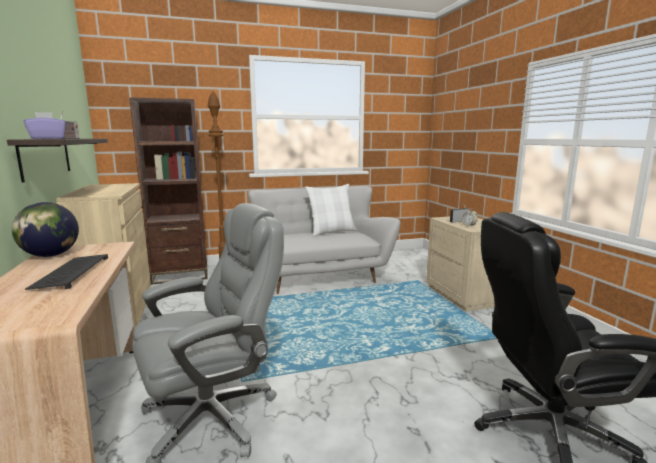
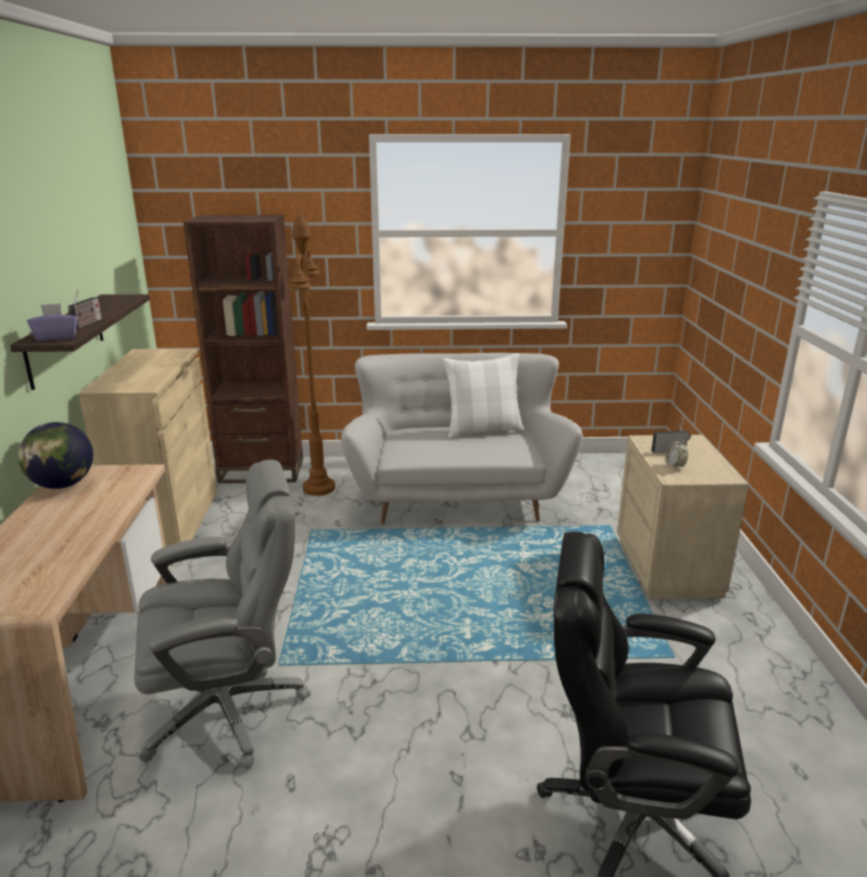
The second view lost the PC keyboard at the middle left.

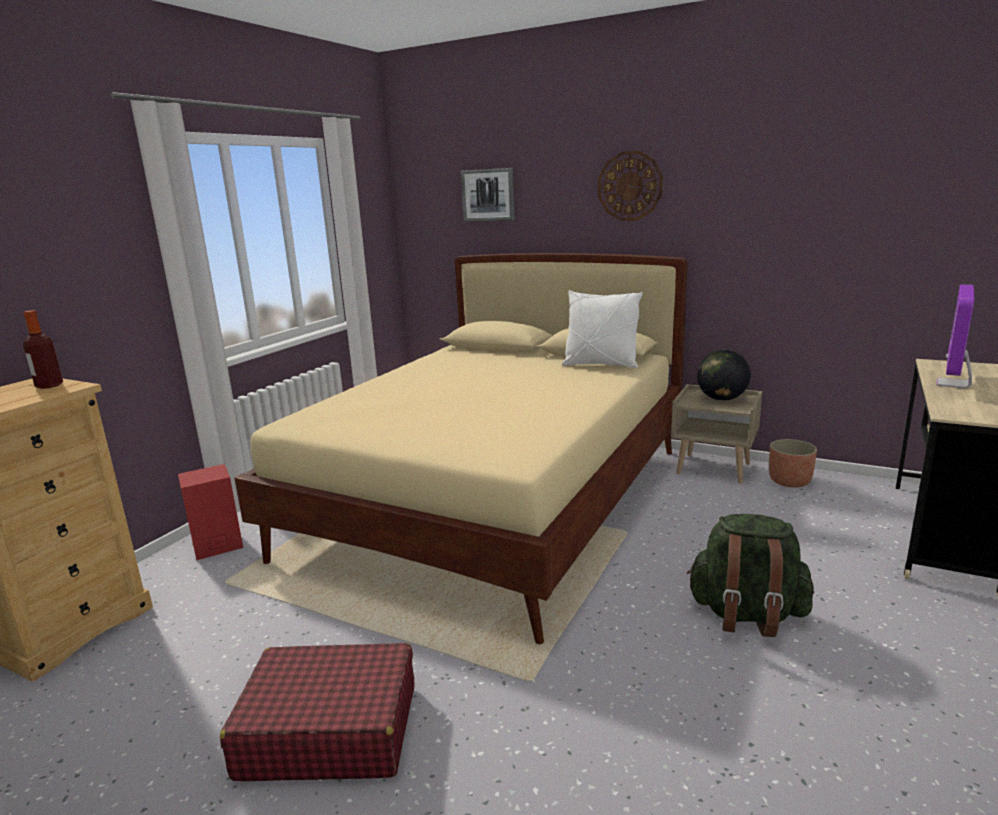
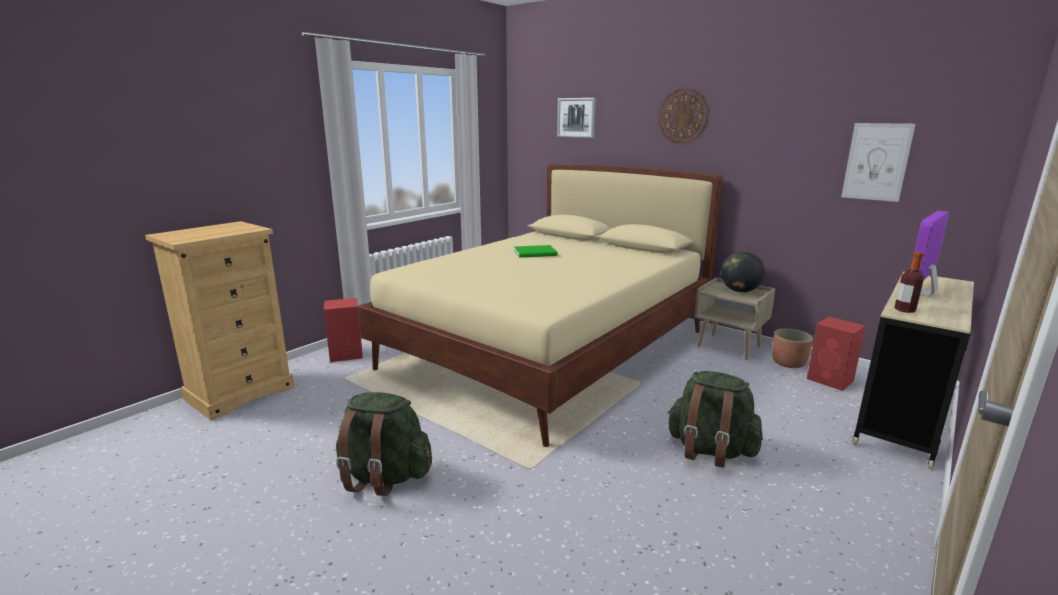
The bottle ended up elsewhere, having gone from the middle left to the middle right. Where the red travel case stood at the bottom left, the green-coloured knapsack (no. 1 from left) came to stand at the bottom centre. The second view lost the white pillow at the centre. The second view gained the green-coloured volume at the centre. The second view gained the red loudspeaker (no. 2 from left) at the middle right. The second view gained the picture (no. 2 from left) at the top right.

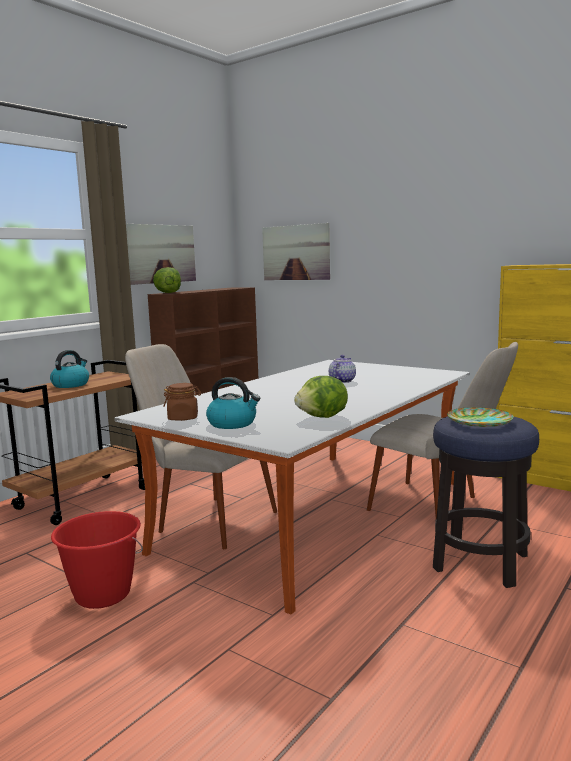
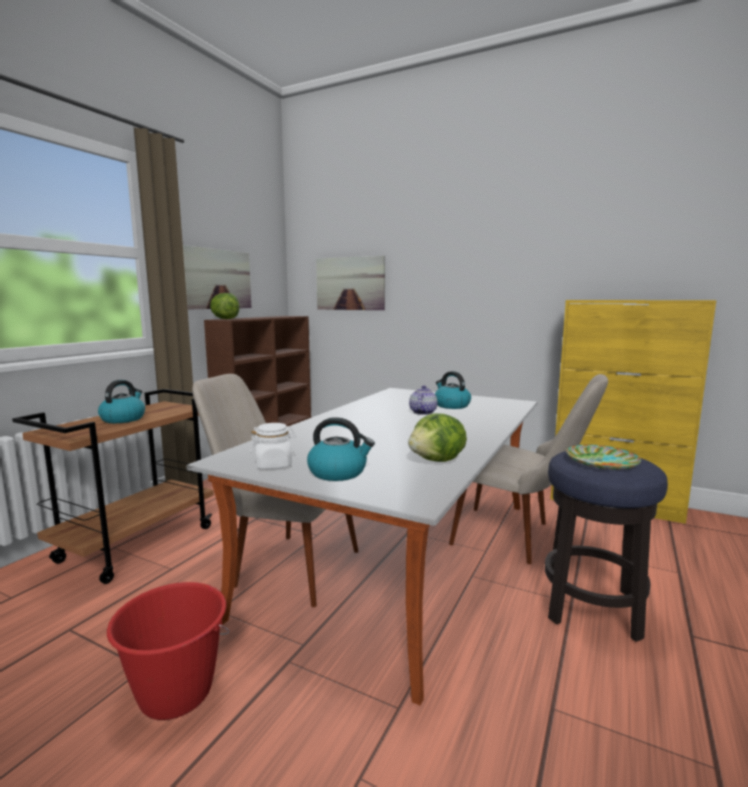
What was the brown-coloured storage jar at the middle left turned into the white storage jar at the centre. The second view gained the tea kettle (no. 3 from left) at the centre.

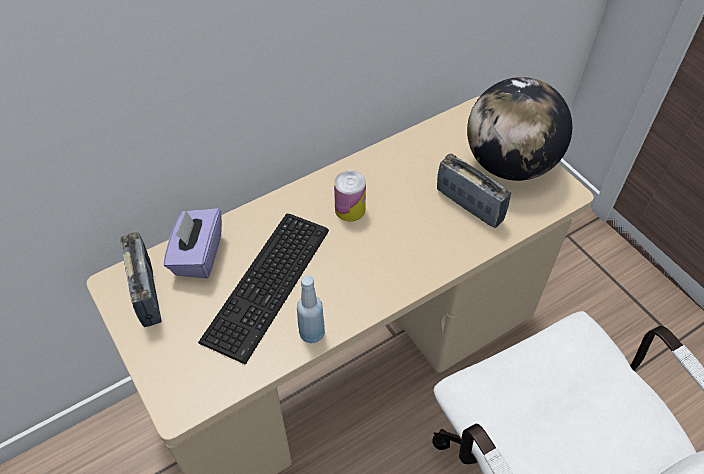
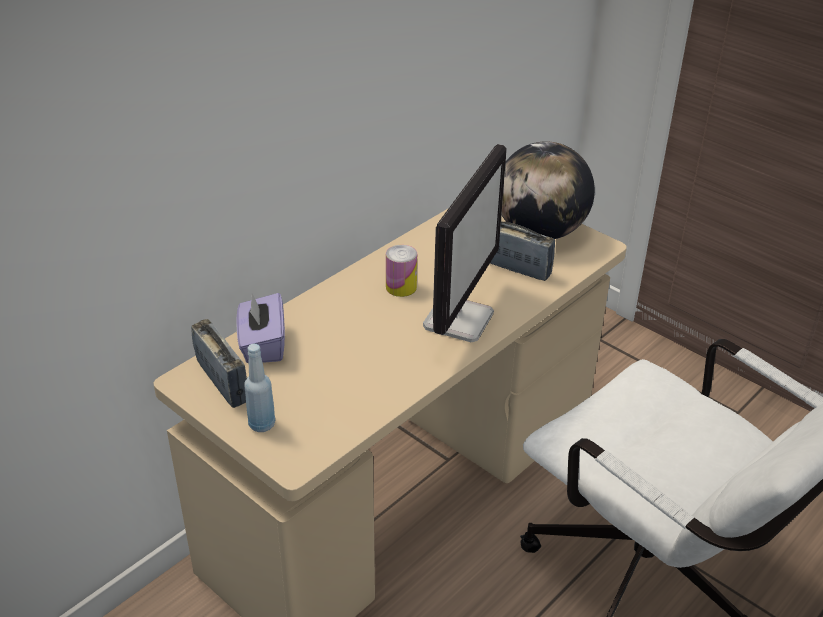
The second view lost the PC keyboard at the centre. The blue-coloured bottle ended up elsewhere, having gone from the centre to the middle left. The second view gained the computer display at the centre.

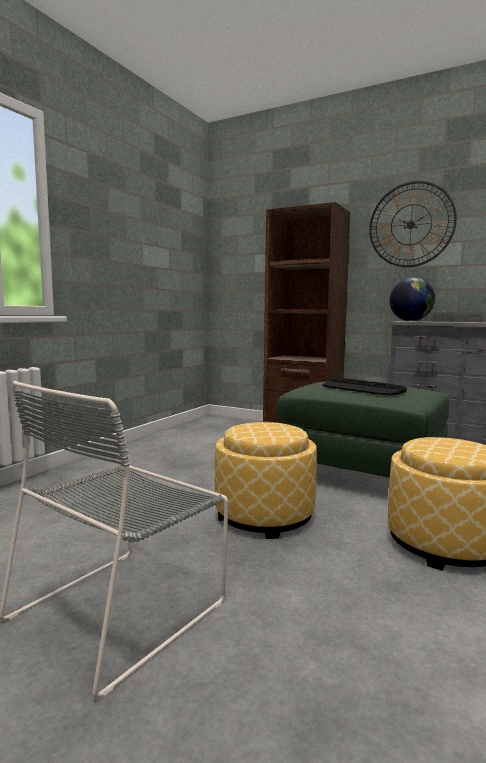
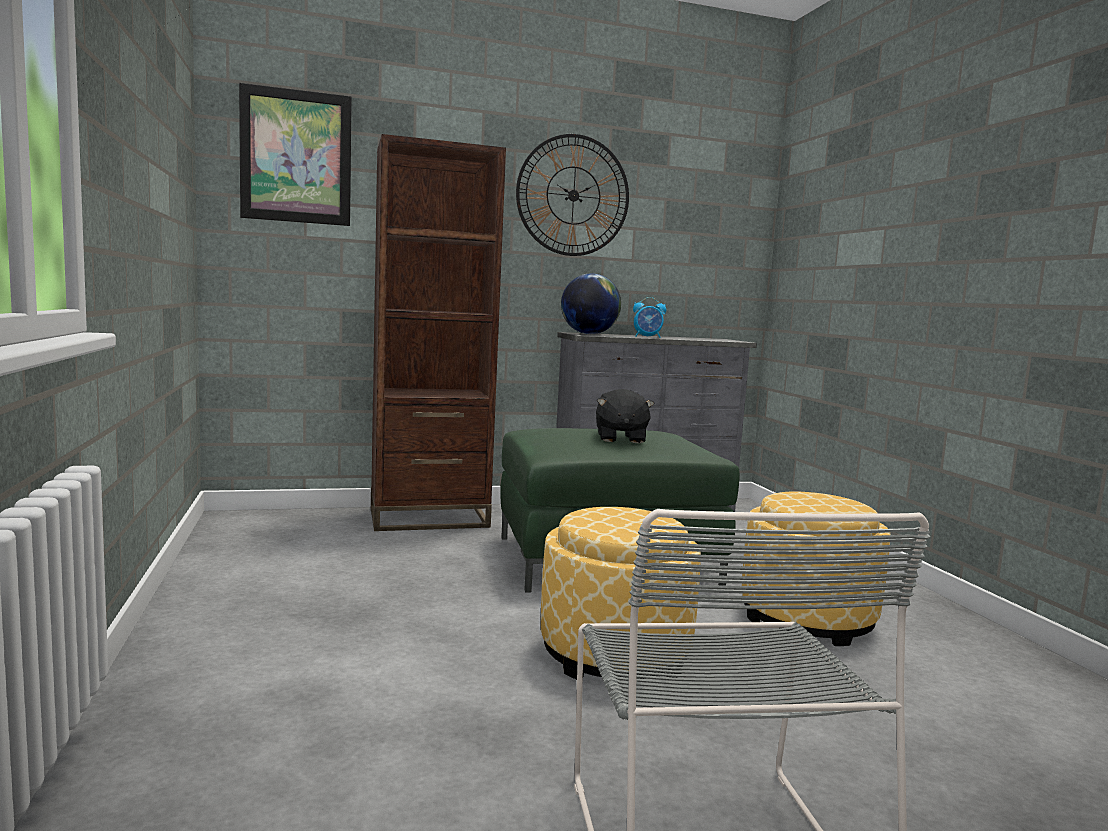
Where the PC keyboard stood at the middle right, the black-coloured soft toy came to stand at the centre. The second view gained the picture at the top left. The second view gained the alarm clock at the centre.

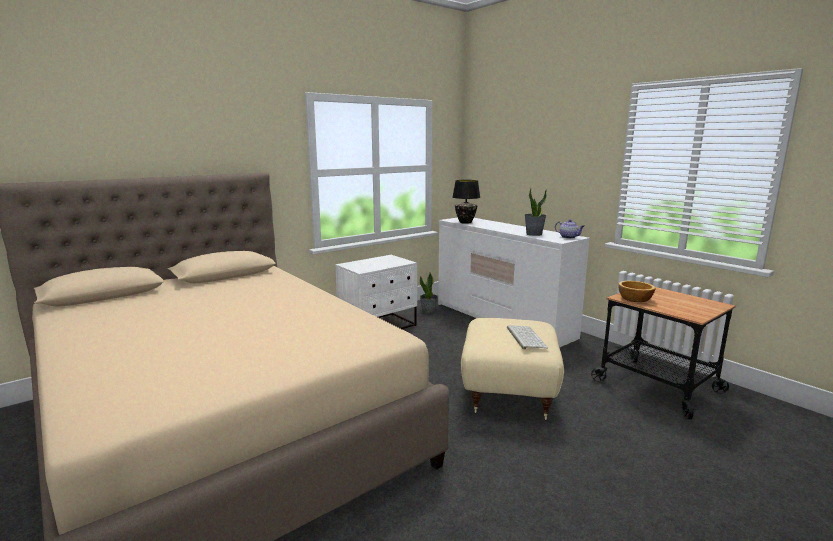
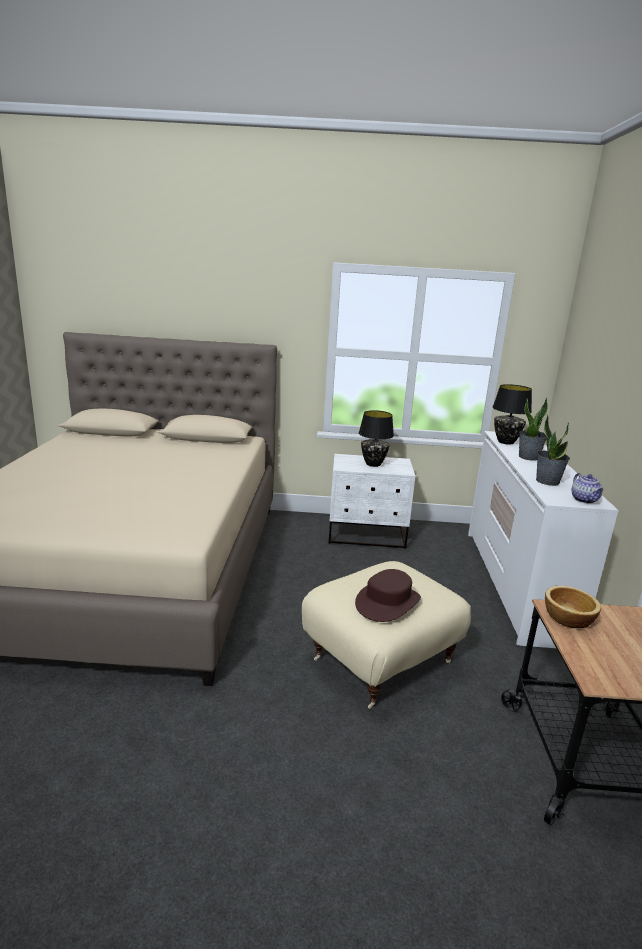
The plant in a pot (no. 1 from left) ended up elsewhere, having gone from the centre to the middle right. Where the PC keyboard stood at the centre, the brown-coloured wearable hat came to stand at the centre. The second view gained the black-coloured lamp for a table (no. 1 from left) at the centre.

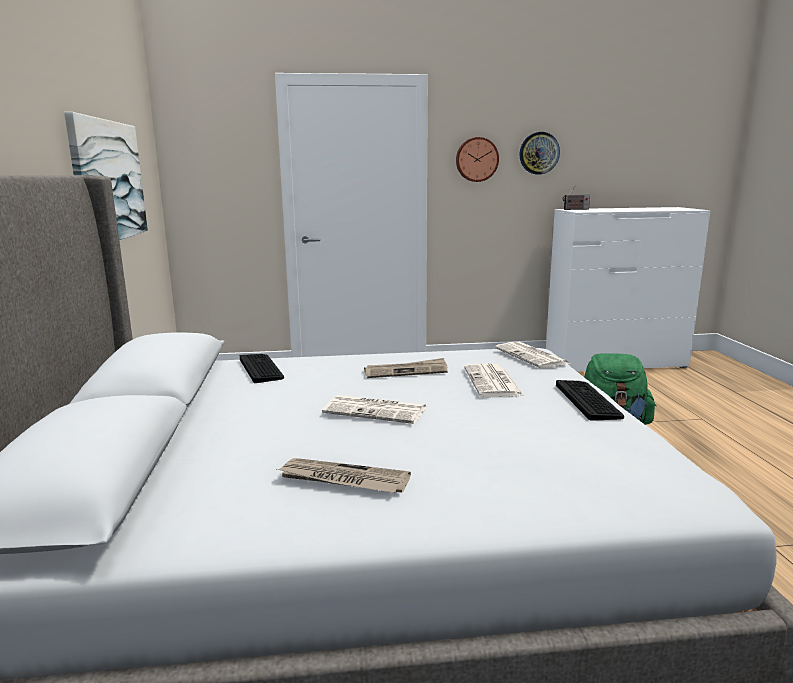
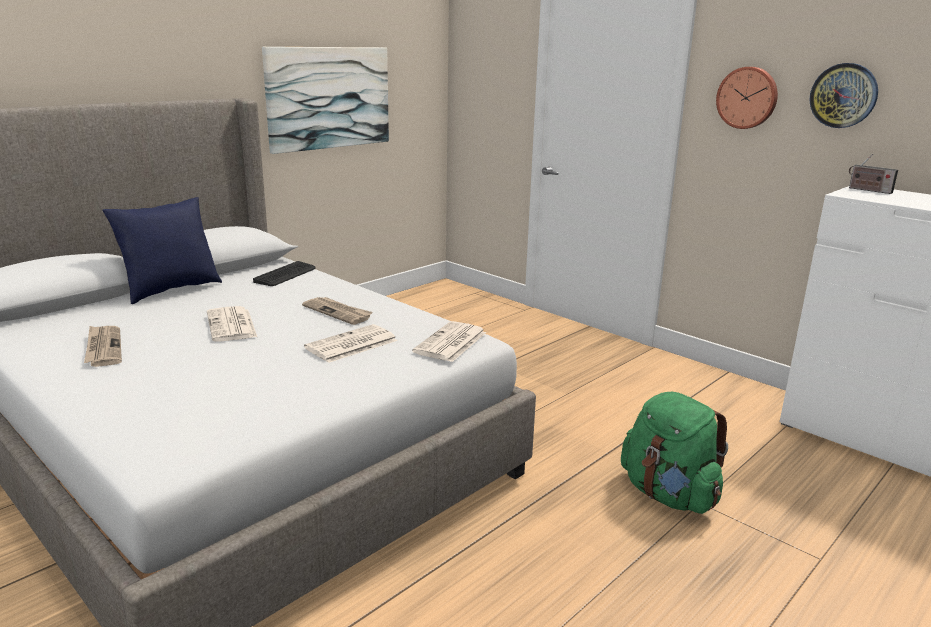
The second view lost the PC keyboard (no. 2 from left) at the middle right. The second view gained the blue-coloured pillow at the middle left.

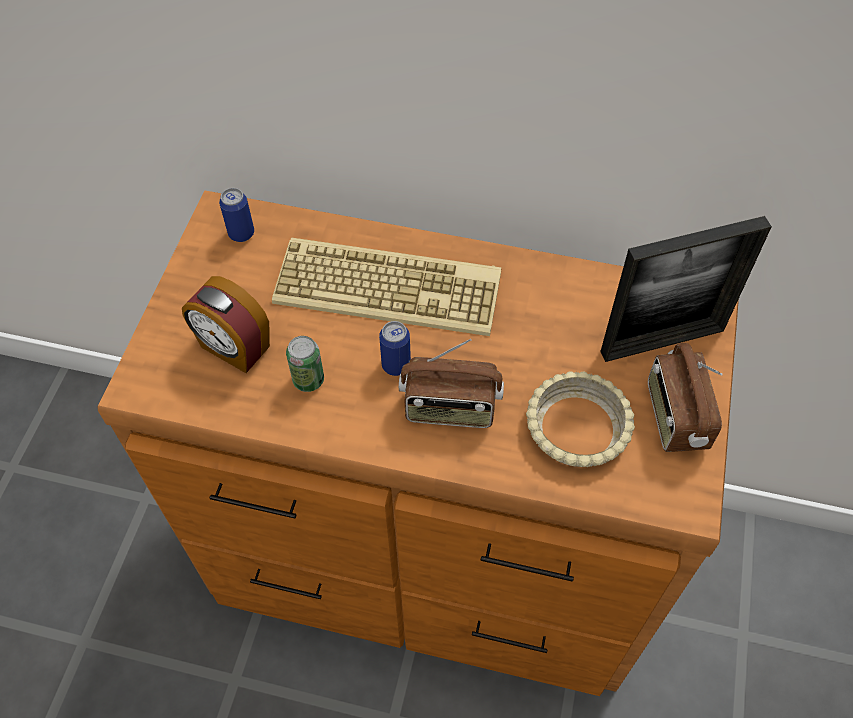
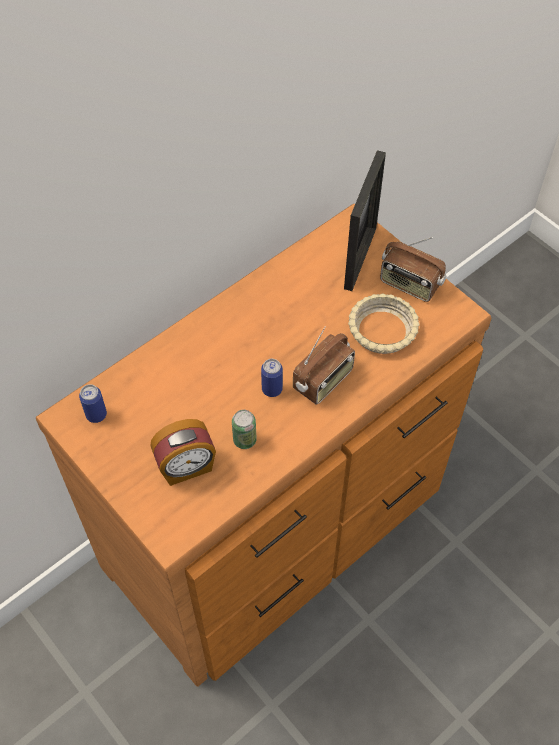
The second view lost the PC keyboard at the centre.

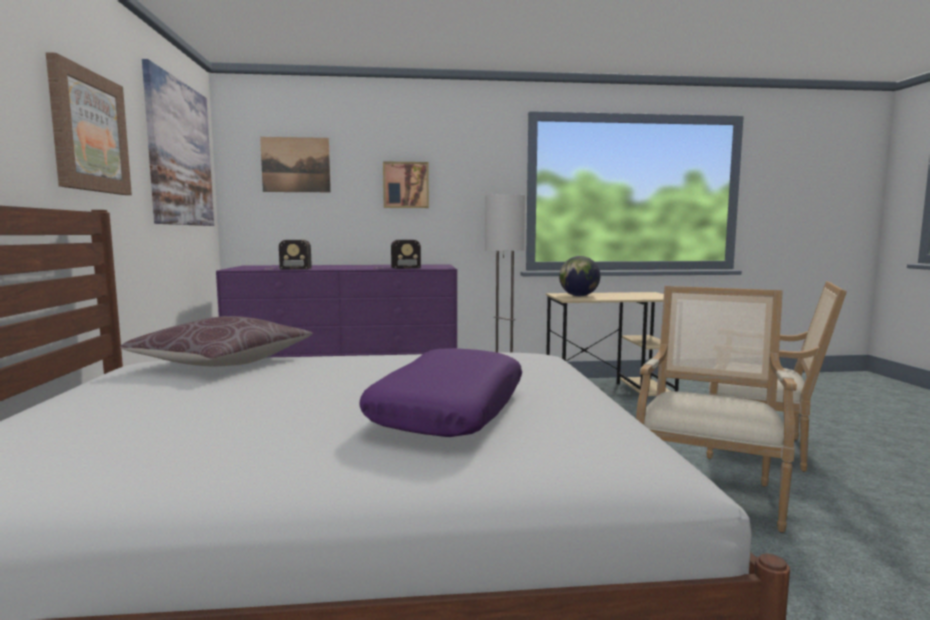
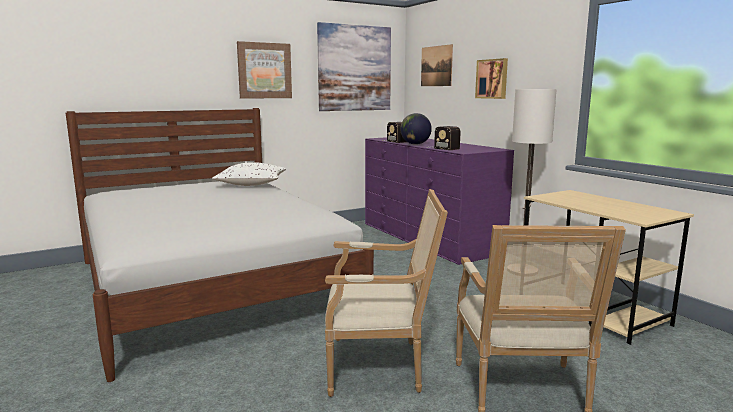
What was the brown-coloured pillow at the middle left turned into the white pillow at the centre. The second view lost the purple-coloured pillow at the centre. The globe ended up elsewhere, having gone from the centre to the top centre.

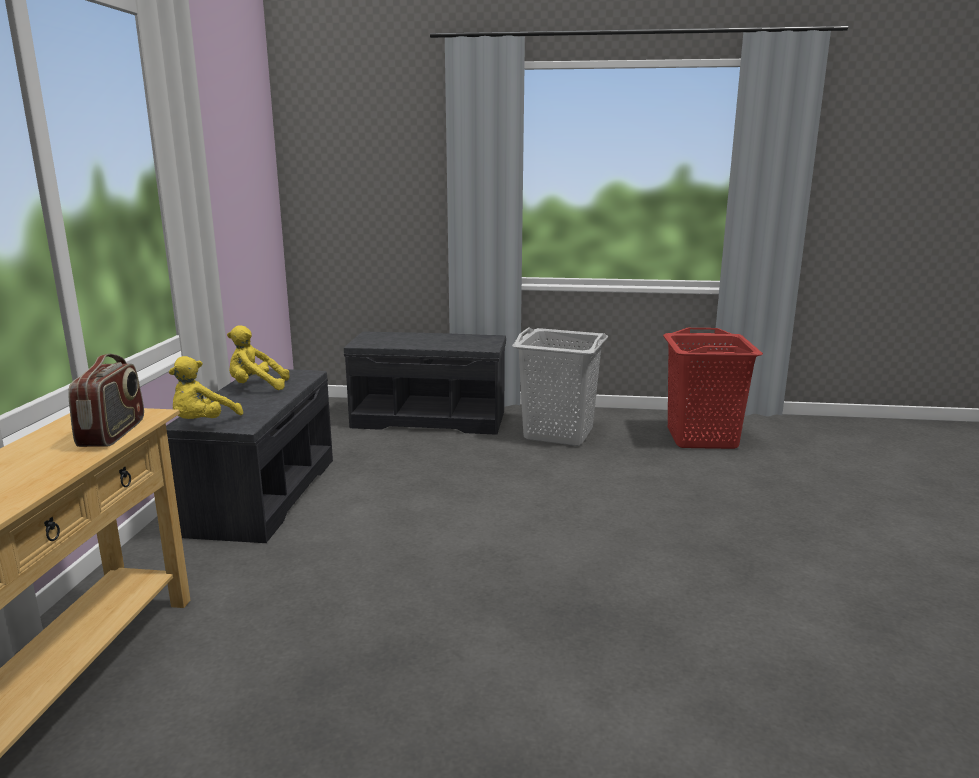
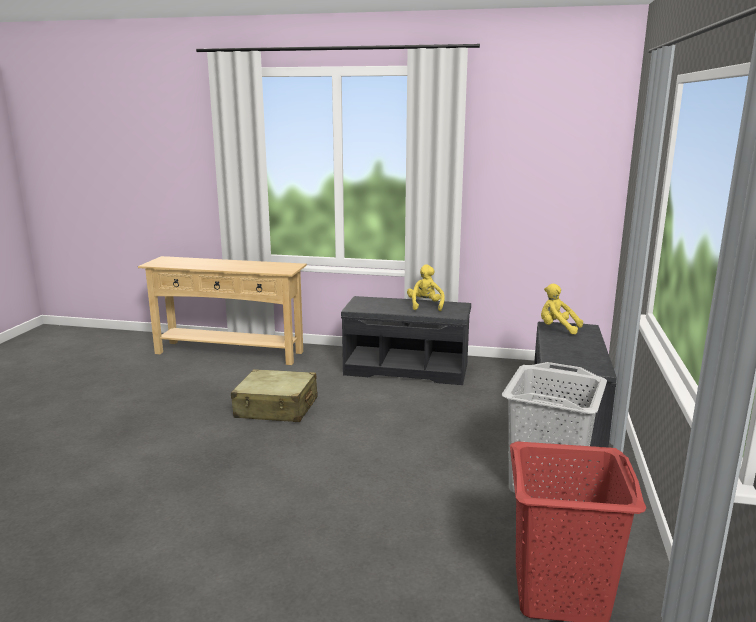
The second view lost the radio at the middle left. The yellow soft toy (no. 1 from left in the first image) ended up elsewhere, having gone from the middle left to the middle right. The second view gained the beige travel case at the centre.

